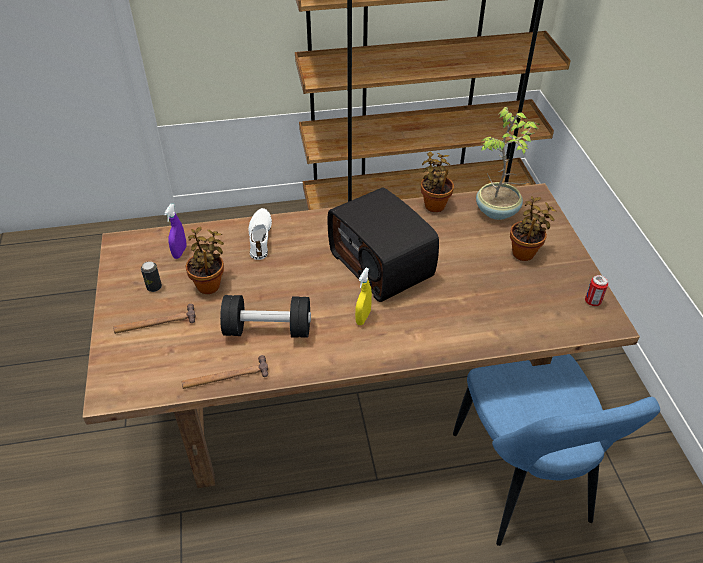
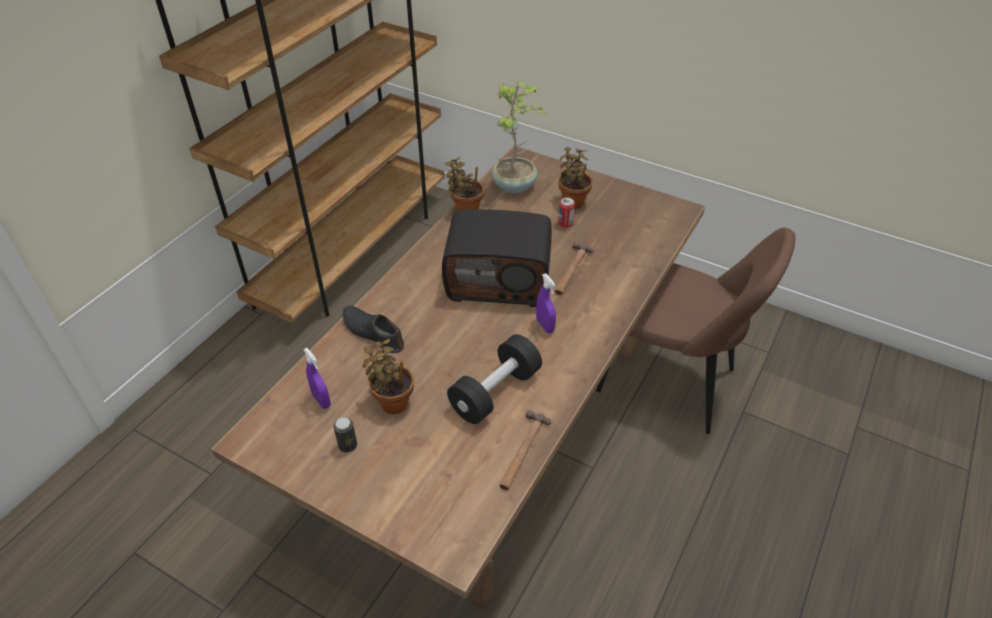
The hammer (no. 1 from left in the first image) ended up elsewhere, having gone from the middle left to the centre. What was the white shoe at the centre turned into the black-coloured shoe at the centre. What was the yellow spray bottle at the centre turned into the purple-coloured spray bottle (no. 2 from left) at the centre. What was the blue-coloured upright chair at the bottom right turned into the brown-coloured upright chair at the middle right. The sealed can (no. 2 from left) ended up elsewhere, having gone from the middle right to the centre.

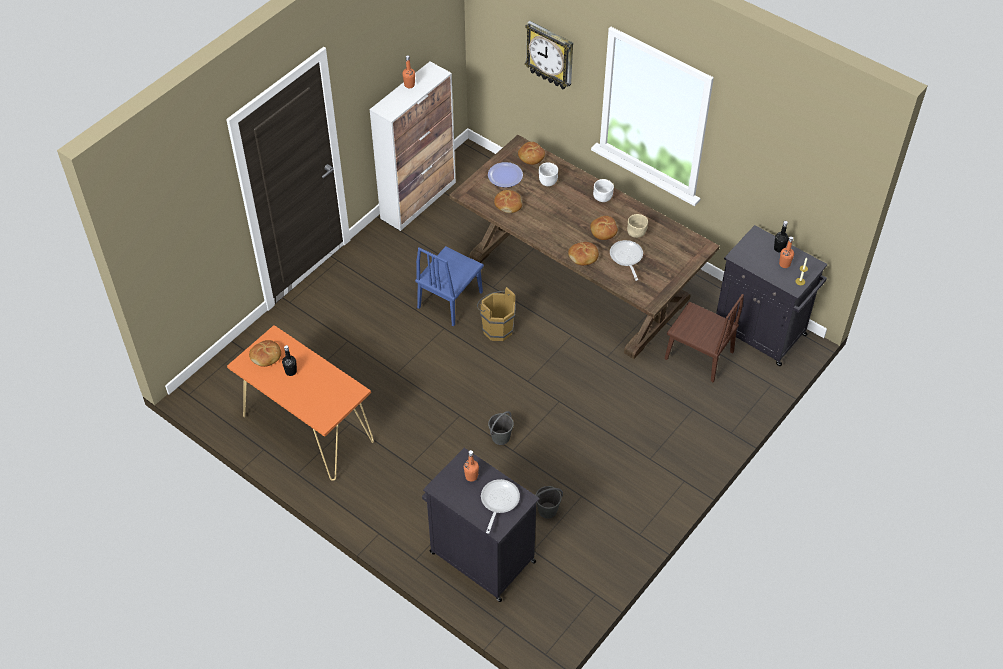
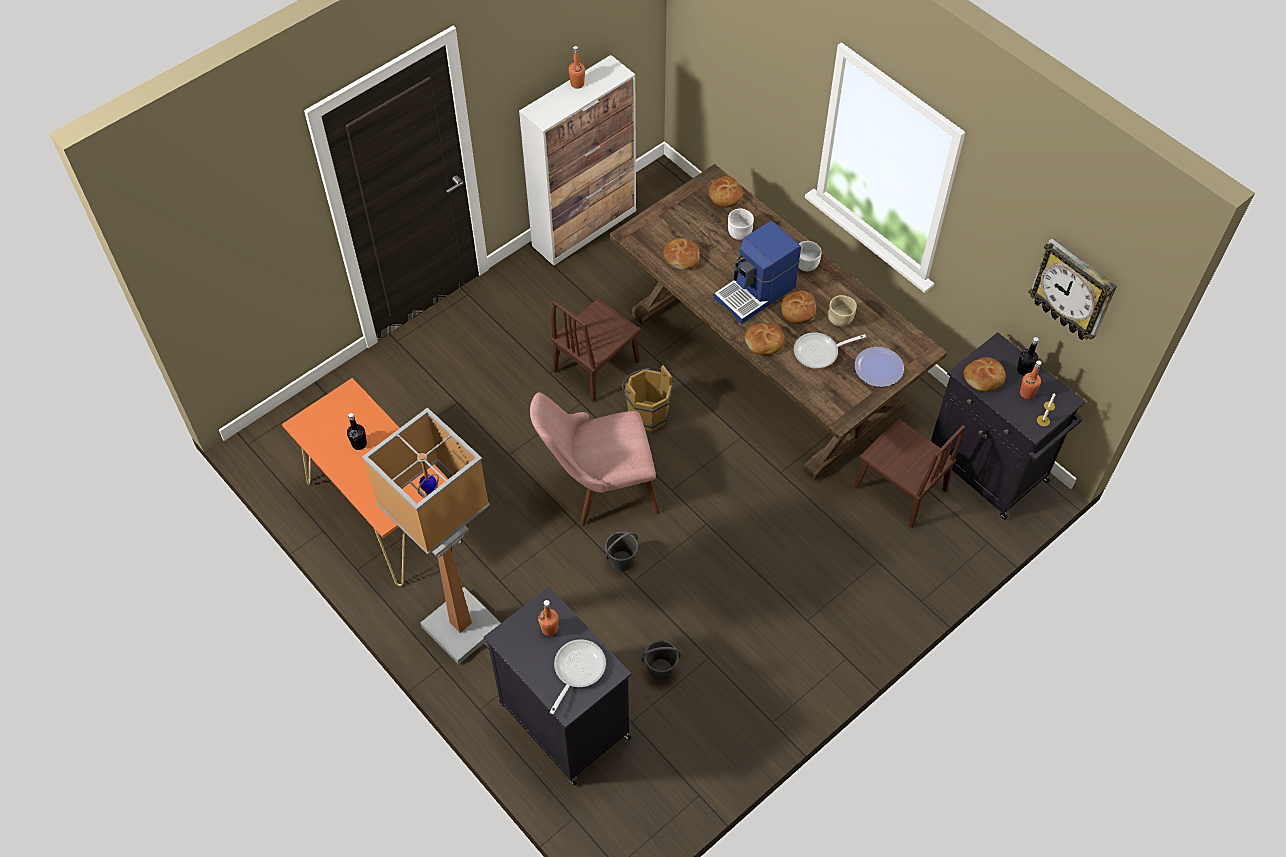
The bread (no. 1 from left in the first image) ended up elsewhere, having gone from the middle left to the middle right. What was the blue-coloured upright chair at the centre turned into the brown-coloured upright chair (no. 1 from left) at the centre. The dinner plate ended up elsewhere, having gone from the top centre to the middle right. The wall clock ended up elsewhere, having gone from the top centre to the middle right. The pan (no. 2 from left) at the centre ended up facing another way, 105 degrees counterclockwise from before. The second view gained the floor lamp at the centre. The second view gained the pink upright chair at the centre. The second view gained the coffee brewer at the top centre.

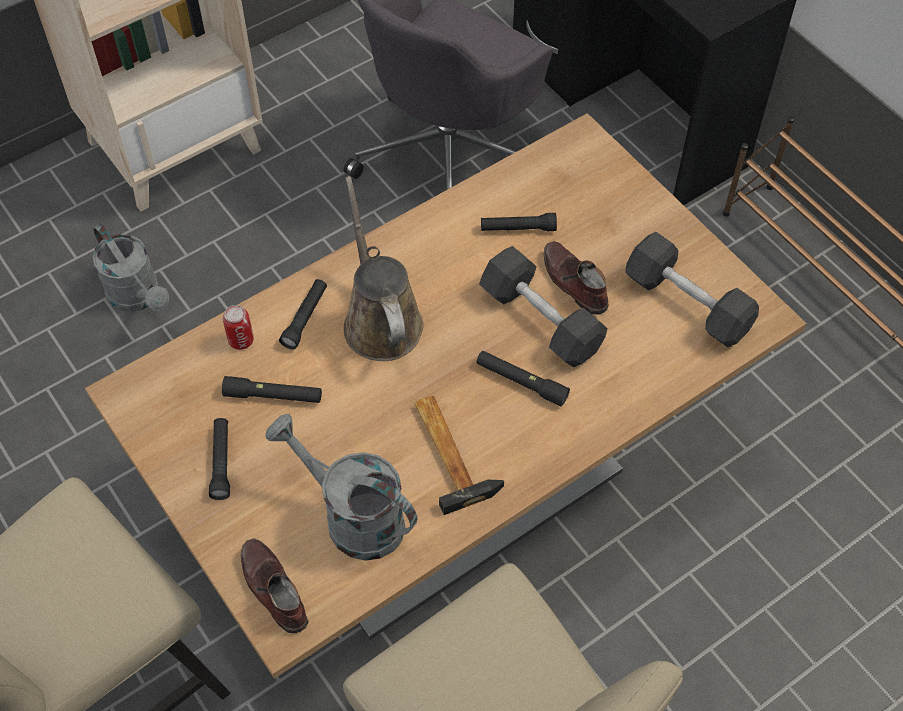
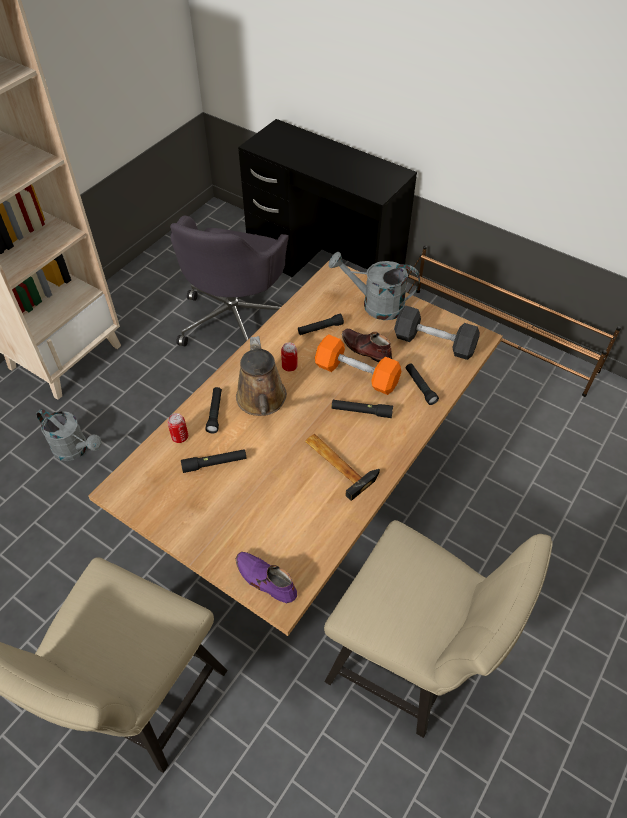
The black-coloured flashlight (no. 1 from left in the first image) ended up elsewhere, having gone from the middle left to the middle right. What was the brown-coloured shoe (no. 1 from left) at the bottom left turned into the purple-coloured shoe at the bottom centre. The grey watering pot (no. 2 from left) ended up elsewhere, having gone from the bottom centre to the centre. The brown-coloured watering pot at the centre ended up facing another way, 150 degrees counterclockwise from before. What was the grey hand weight (no. 1 from left) at the centre turned into the orangey hand weight at the centre. The second view gained the sealed can (no. 2 from left) at the centre.

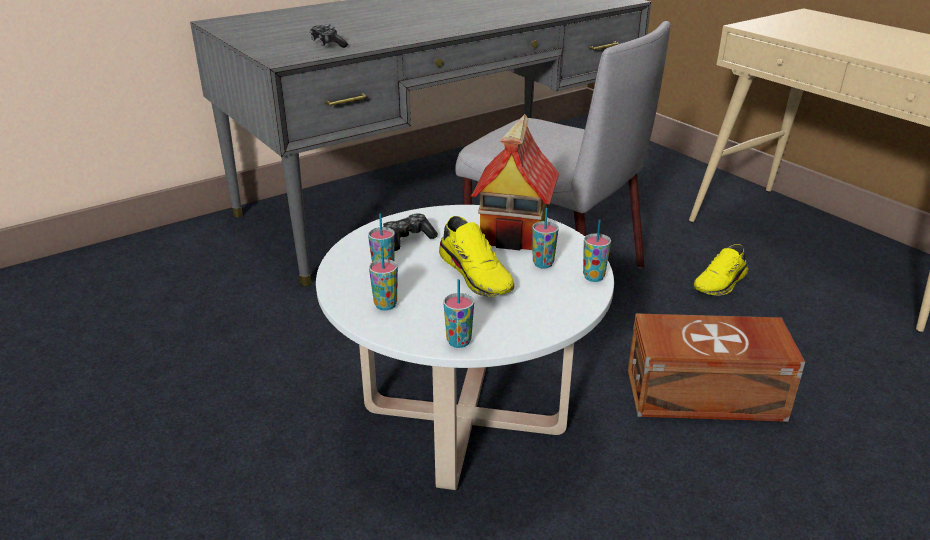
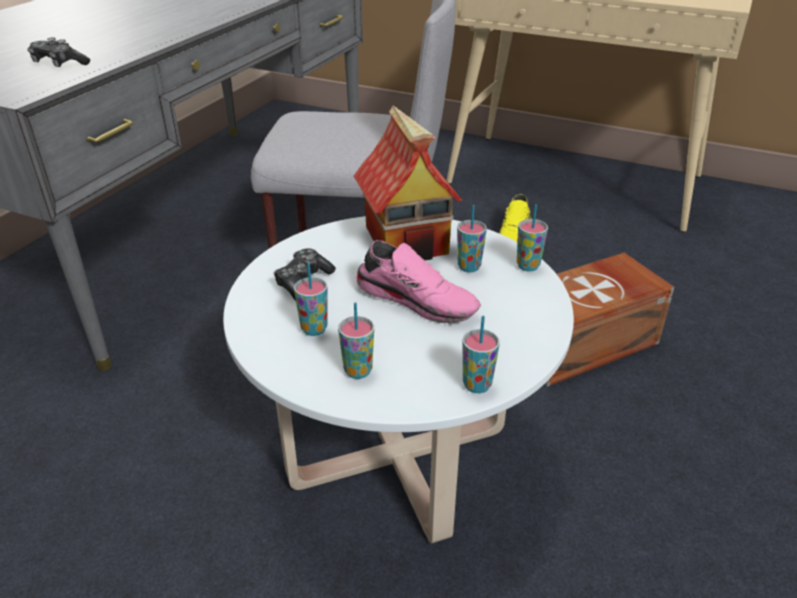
What was the yellow shoe (no. 1 from left) at the centre turned into the pink shoe at the centre.

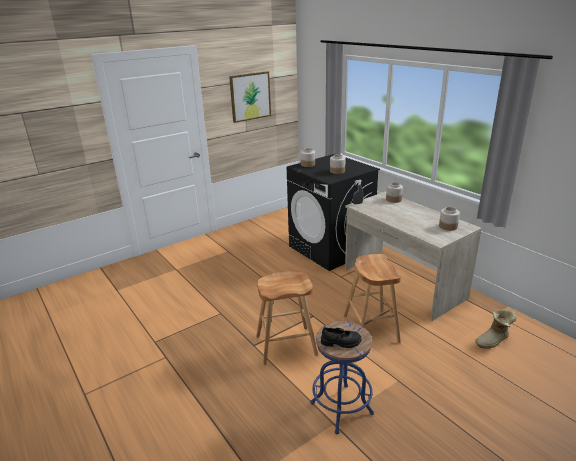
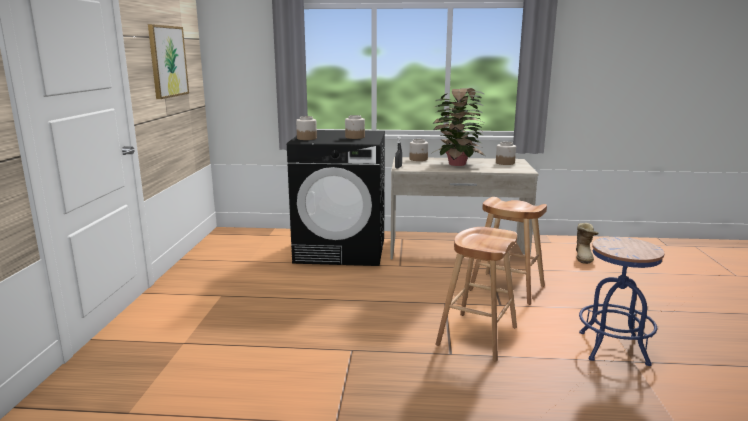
The second view lost the black-coloured shoe at the bottom centre. The second view gained the plant in a pot at the top centre.

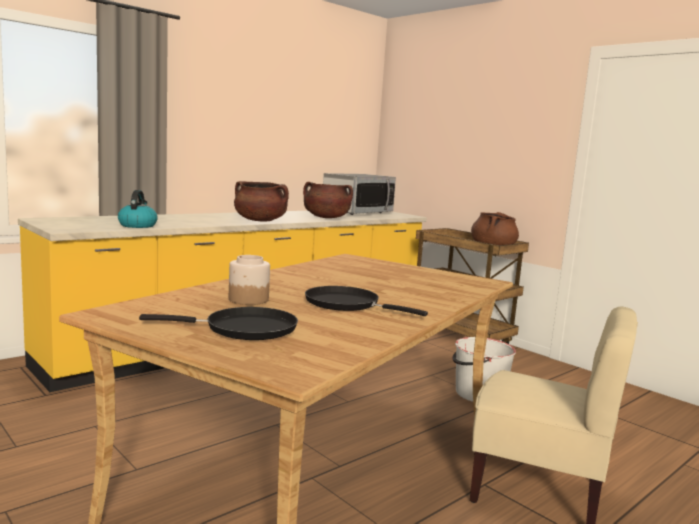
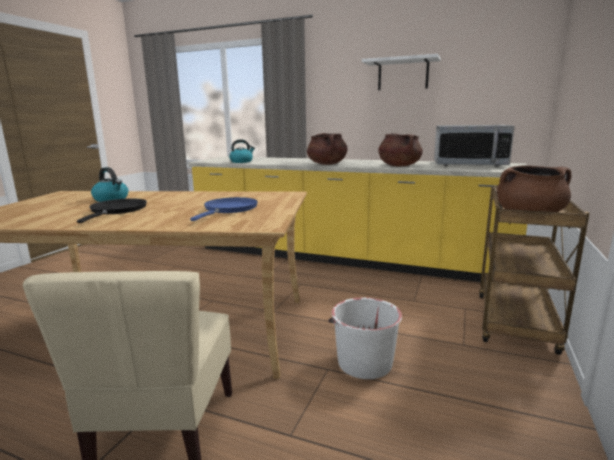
The second view lost the black-coloured pan (no. 1 from left) at the middle left. Where the storage jar stood at the centre, the tea kettle (no. 1 from left) came to stand at the middle left. The second view gained the blue-coloured pan at the centre. The second view gained the white wall shelf at the top centre.

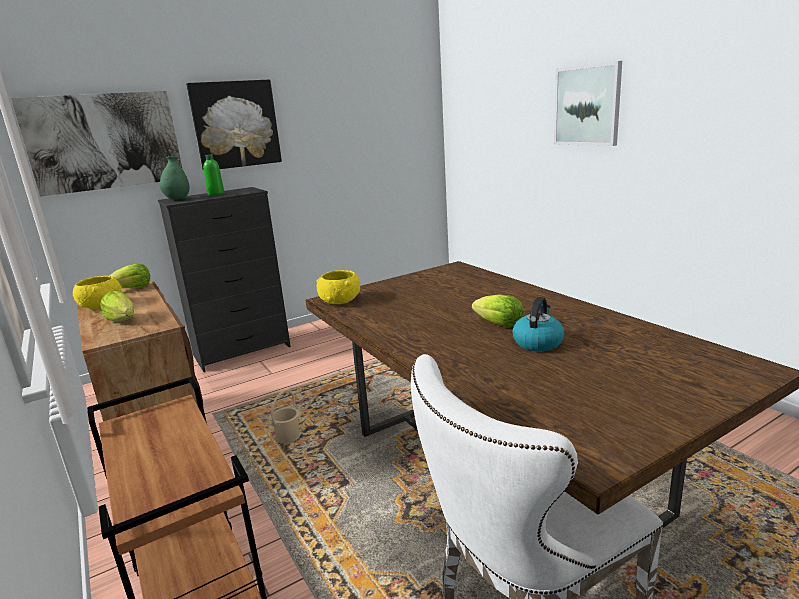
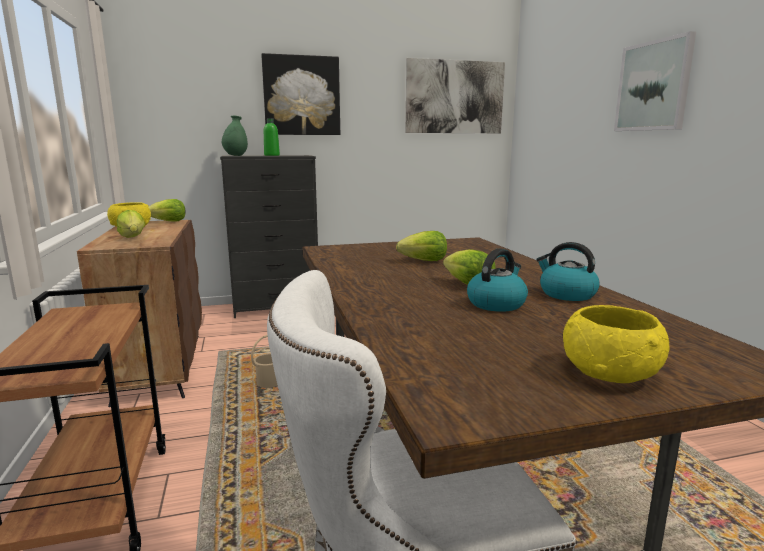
The picture (no. 1 from left in the first image) ended up elsewhere, having gone from the top left to the top centre. The yellow serving bowl (no. 2 from left) ended up elsewhere, having gone from the centre to the middle right. The second view gained the lettuce head (no. 3 from left) at the centre. The second view gained the tea kettle (no. 2 from left) at the middle right.

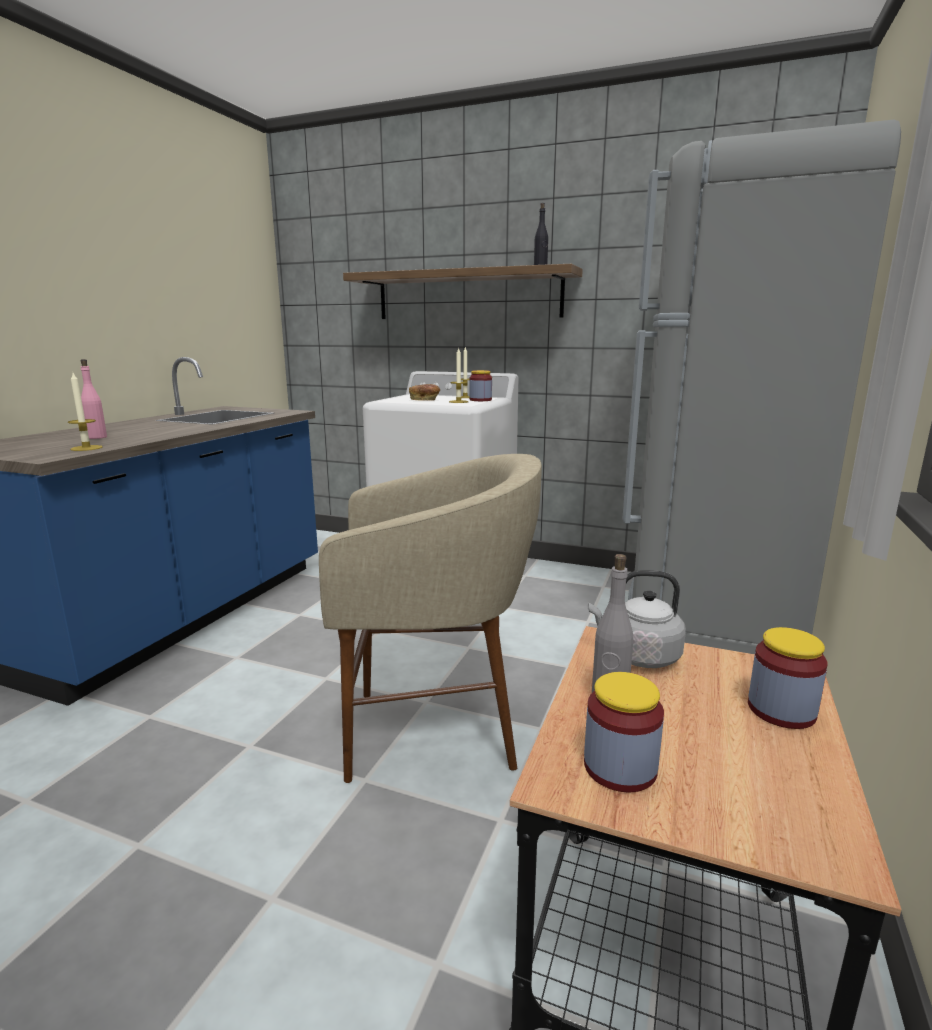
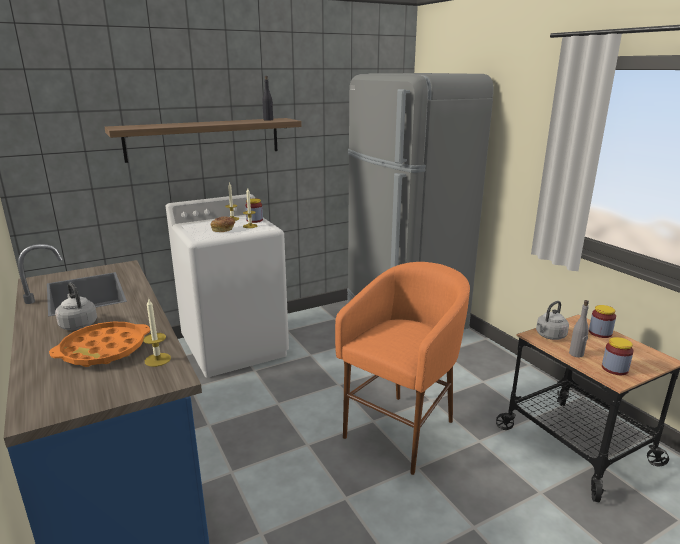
Where the pink bottle stood at the middle left, the orangey tray came to stand at the middle left. What was the beige stool at the centre turned into the orangey stool at the bottom centre. The second view gained the grey tea kettle (no. 1 from left) at the middle left.

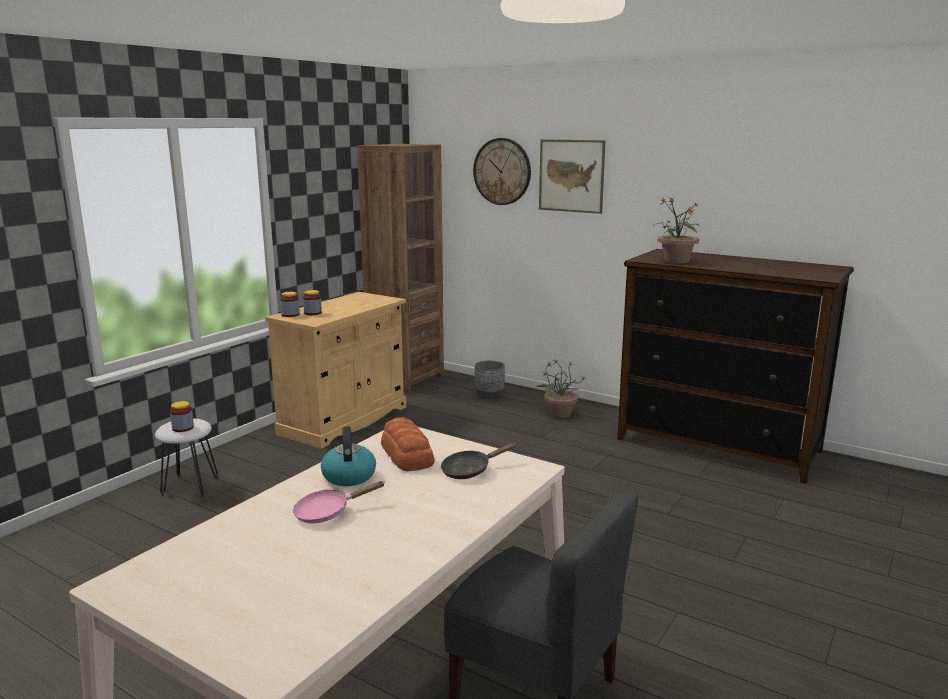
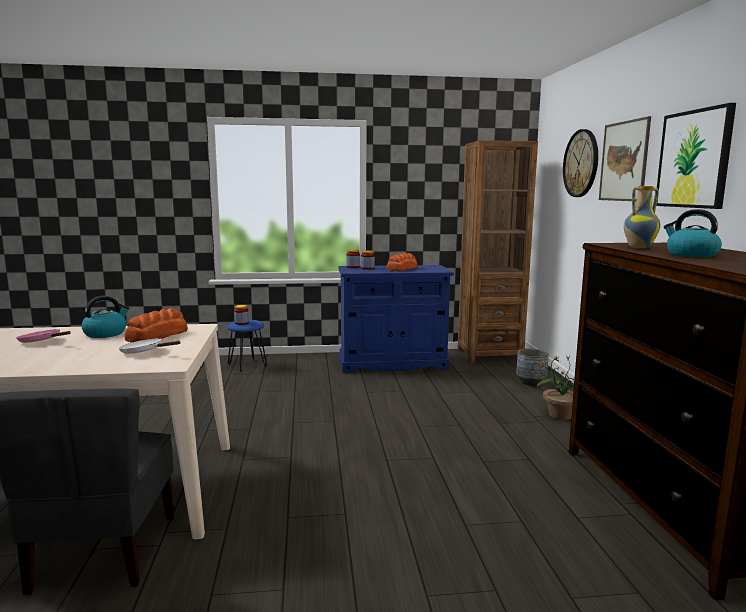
What was the white stool at the middle left turned into the blue-coloured stool at the middle left. What was the beige cabinet at the centre turned into the blue-coloured cabinet at the centre. What was the black-coloured pan at the centre turned into the white pan at the middle left. Where the plant in a pot (no. 2 from left) stood at the top right, the decorative vase came to stand at the middle right. The second view gained the bread (no. 2 from left) at the centre. The second view gained the picture (no. 2 from left) at the top right. The second view gained the tea kettle (no. 2 from left) at the middle right.

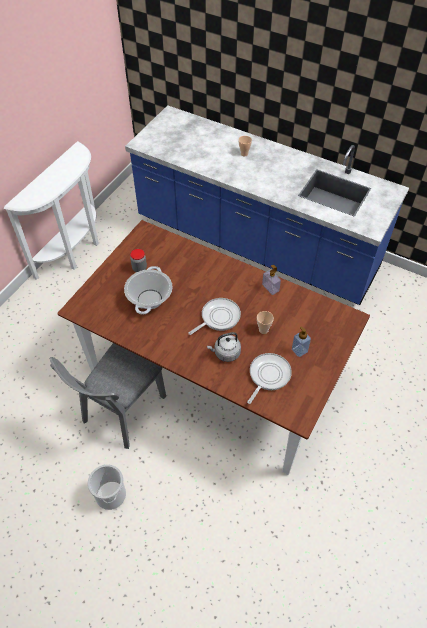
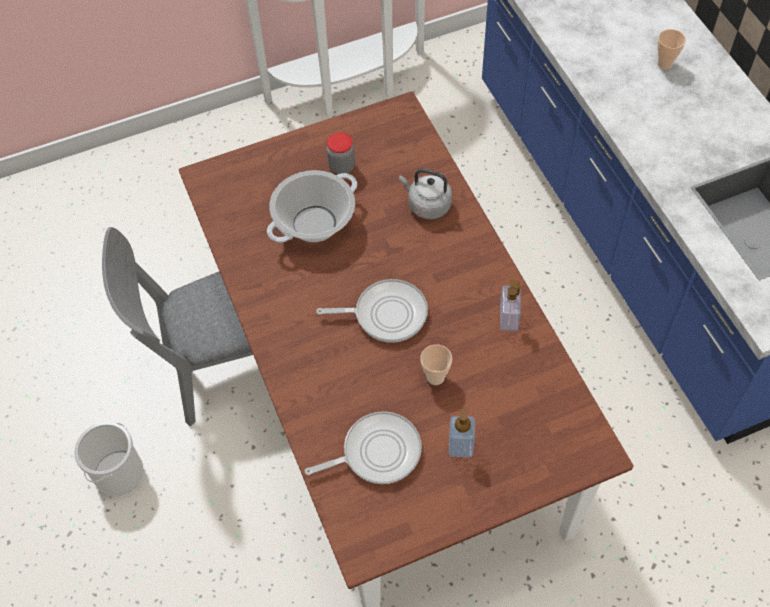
The grey tea kettle ended up elsewhere, having gone from the centre to the top centre.

